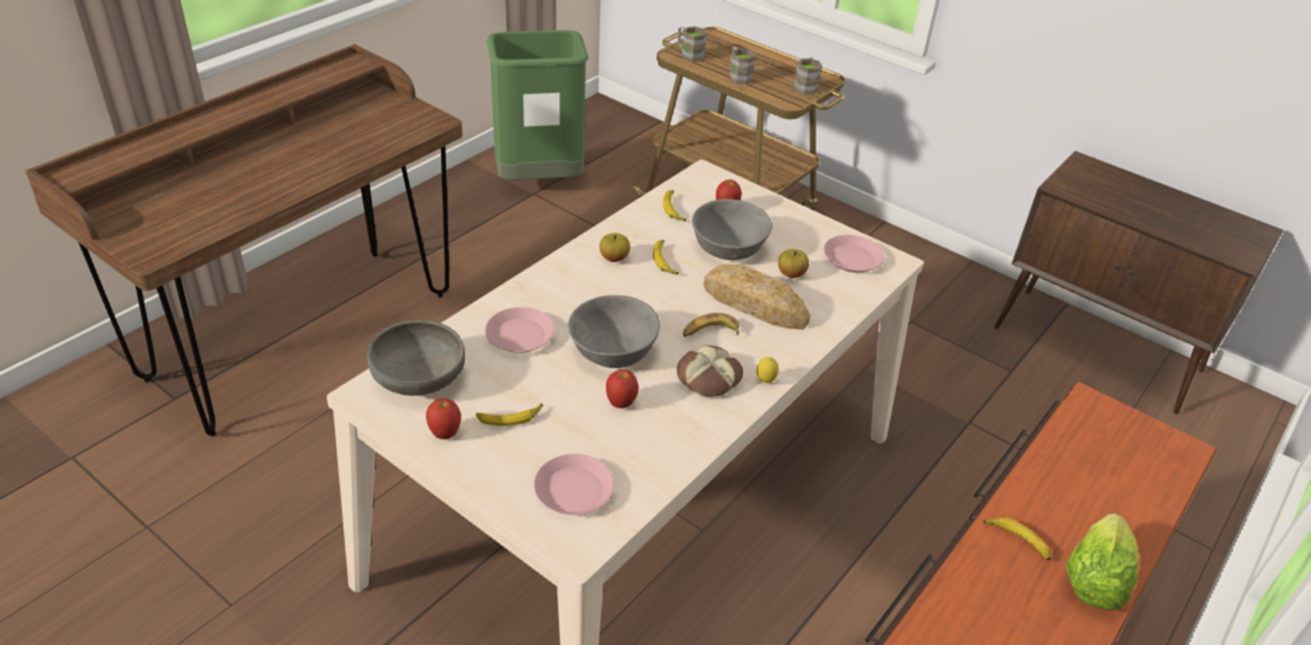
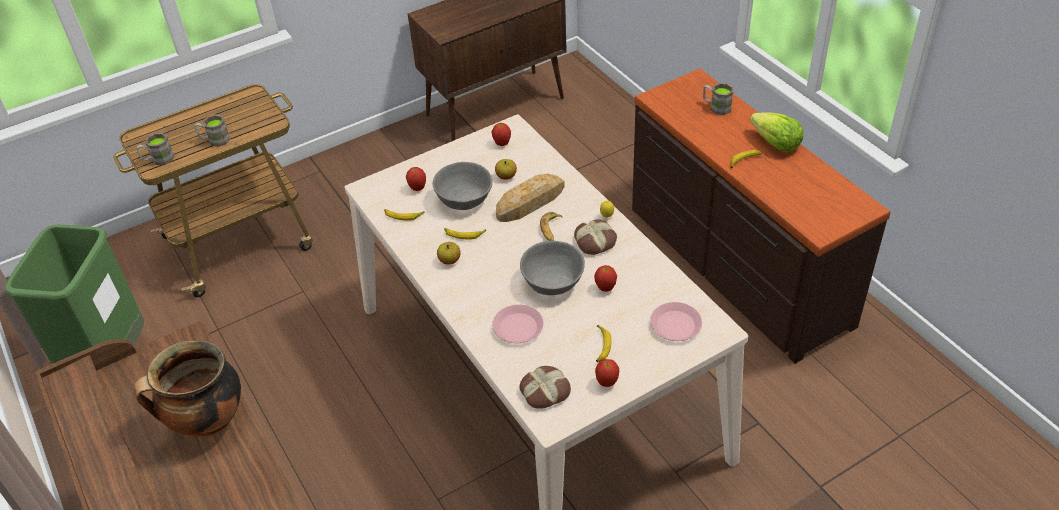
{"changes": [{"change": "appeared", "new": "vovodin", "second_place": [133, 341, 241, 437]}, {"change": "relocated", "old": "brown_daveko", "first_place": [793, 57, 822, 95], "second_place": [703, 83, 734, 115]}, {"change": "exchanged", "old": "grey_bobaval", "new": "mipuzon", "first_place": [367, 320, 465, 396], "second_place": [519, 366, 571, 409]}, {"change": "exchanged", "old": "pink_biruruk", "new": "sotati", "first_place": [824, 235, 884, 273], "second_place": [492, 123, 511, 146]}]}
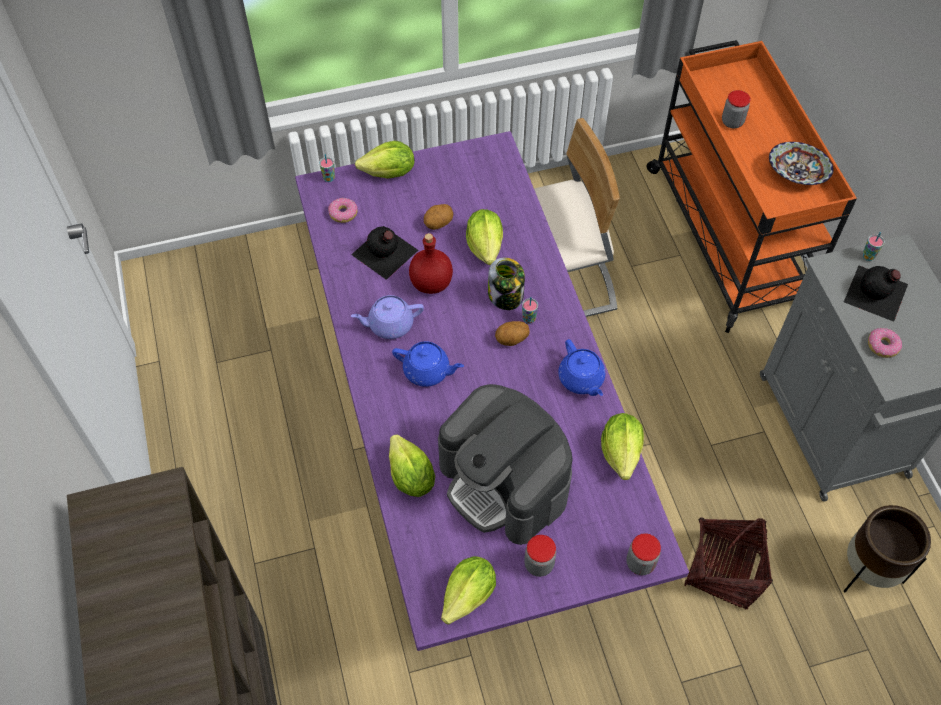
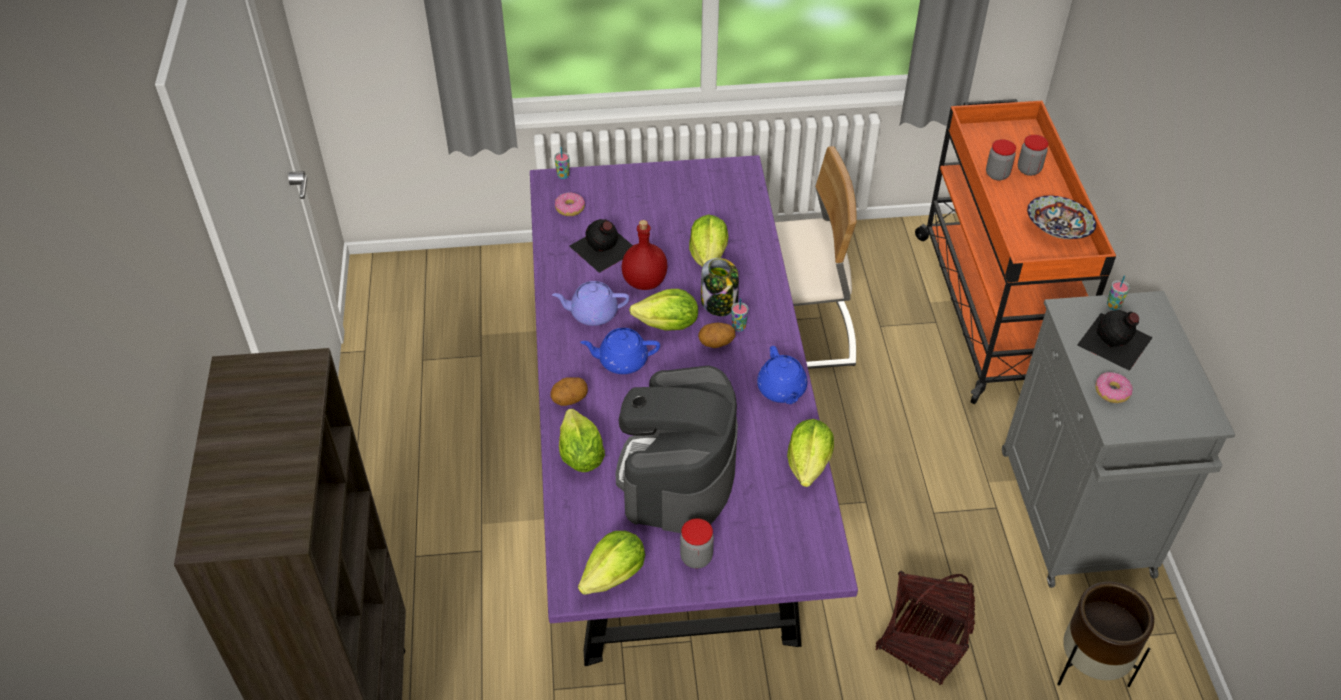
{"changes": [{"change": "relocated", "old": "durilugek", "first_place": [355, 141, 415, 178], "second_place": [629, 289, 698, 330]}, {"change": "relocated", "old": "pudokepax", "first_place": [424, 204, 454, 230], "second_place": [550, 377, 588, 406]}, {"change": "relocated", "old": "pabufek", "first_place": [626, 533, 661, 575], "second_place": [1018, 135, 1048, 176]}, {"change": "spun", "old": "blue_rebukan", "first_place": [392, 341, 464, 387], "second_place": [580, 328, 660, 374], "degrees": 150}, {"change": "spun", "old": "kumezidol", "first_place": [438, 384, 573, 545], "second_place": [615, 365, 738, 533], "degrees": 45}]}
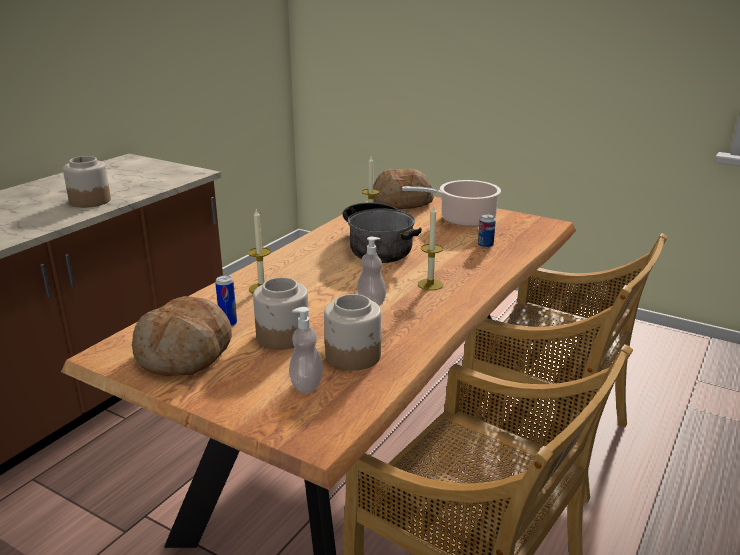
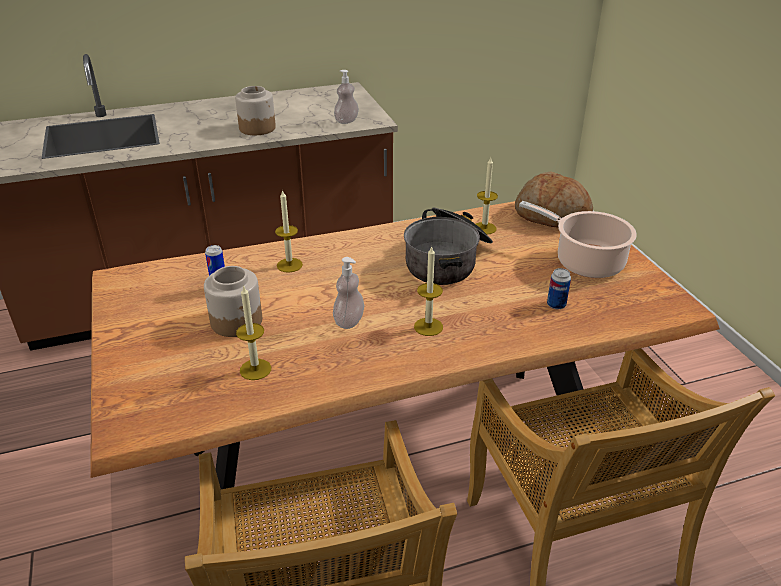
{"changes": [{"change": "missing", "old": "mipuzon", "first_place": [132, 296, 232, 376]}, {"change": "relocated", "old": "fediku", "first_place": [289, 307, 323, 393], "second_place": [334, 70, 359, 124]}, {"change": "exchanged", "old": "pabufek", "new": "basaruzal", "first_place": [324, 294, 381, 371], "second_place": [236, 285, 271, 380]}]}
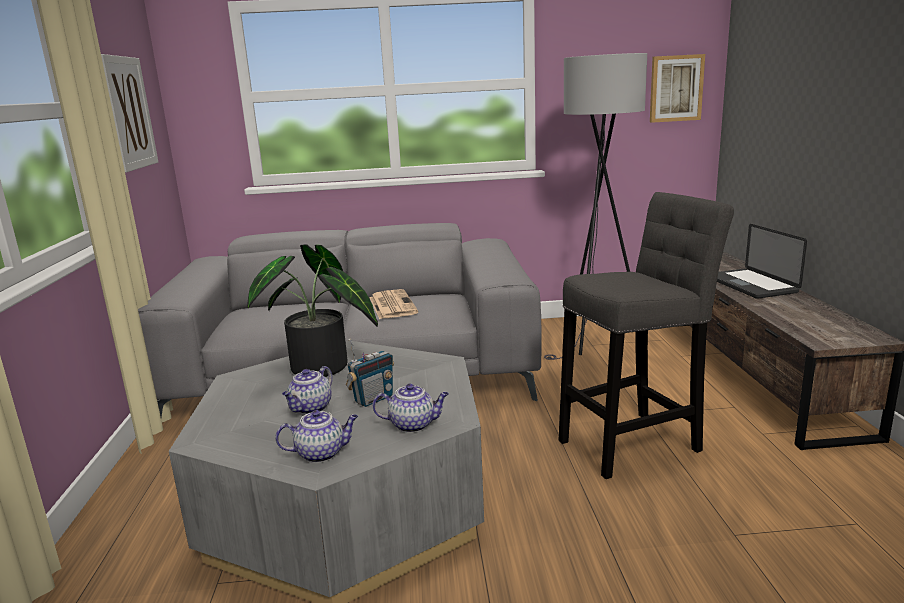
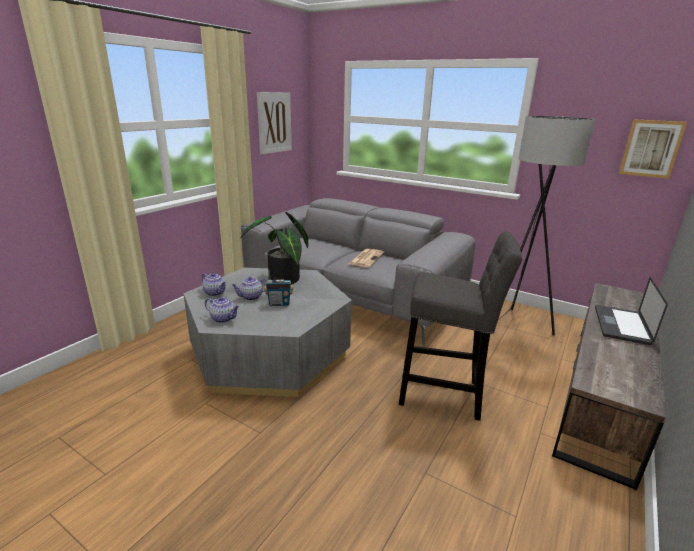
{"changes": [{"change": "relocated", "old": "rebukan", "first_place": [373, 384, 449, 433], "second_place": [202, 273, 226, 296]}]}
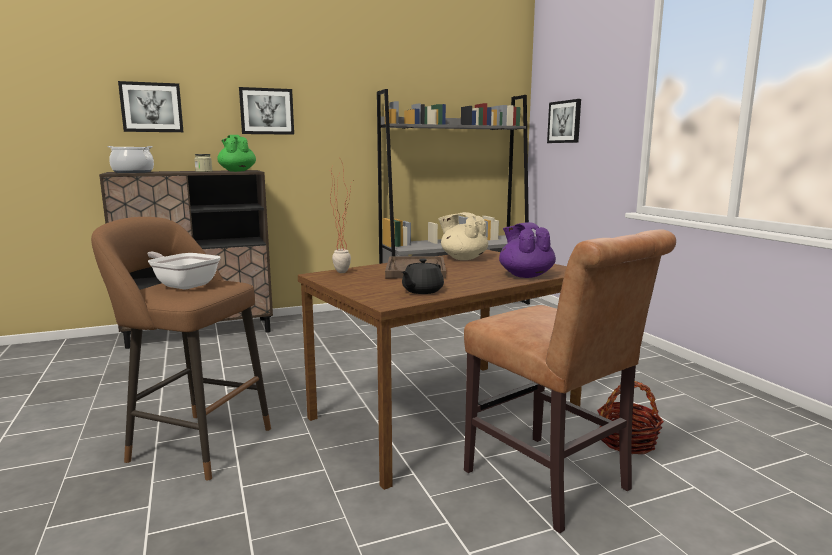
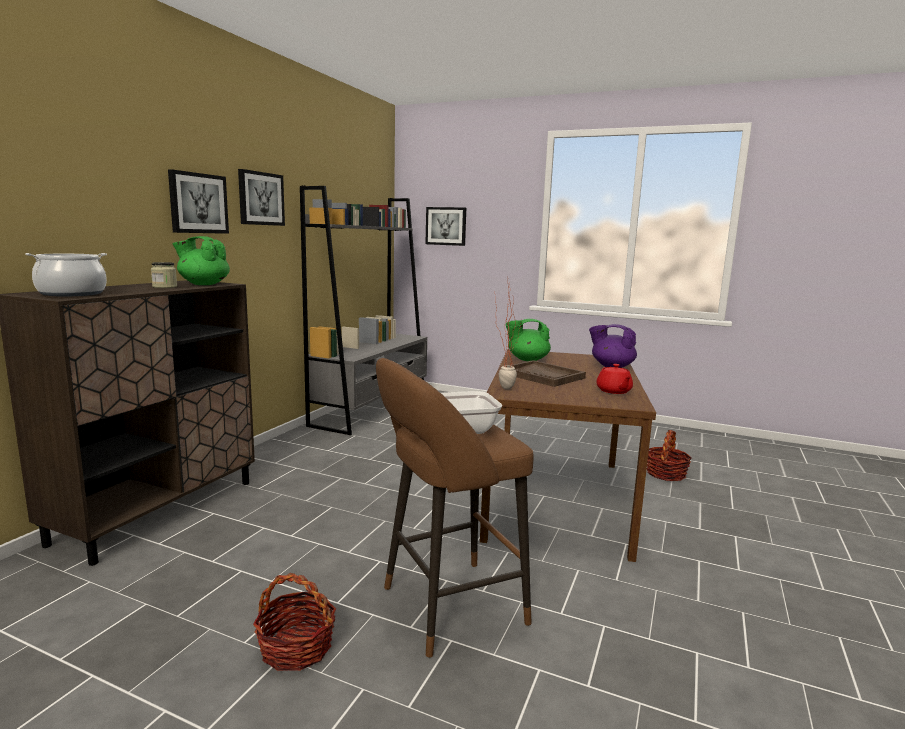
{"changes": [{"change": "missing", "old": "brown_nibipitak", "first_place": [464, 229, 676, 533]}, {"change": "appeared", "new": "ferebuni", "second_place": [253, 573, 336, 671]}, {"change": "relocated", "old": "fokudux", "first_place": [118, 81, 183, 132], "second_place": [238, 169, 285, 226]}, {"change": "colour", "old": "black_rebukan", "new": "red_rebukan", "first_place": [402, 259, 444, 294], "second_place": [596, 364, 633, 394]}, {"change": "colour", "old": "beige_rebukan", "new": "green_rebukan", "first_place": [438, 212, 488, 260], "second_place": [506, 319, 551, 361]}]}
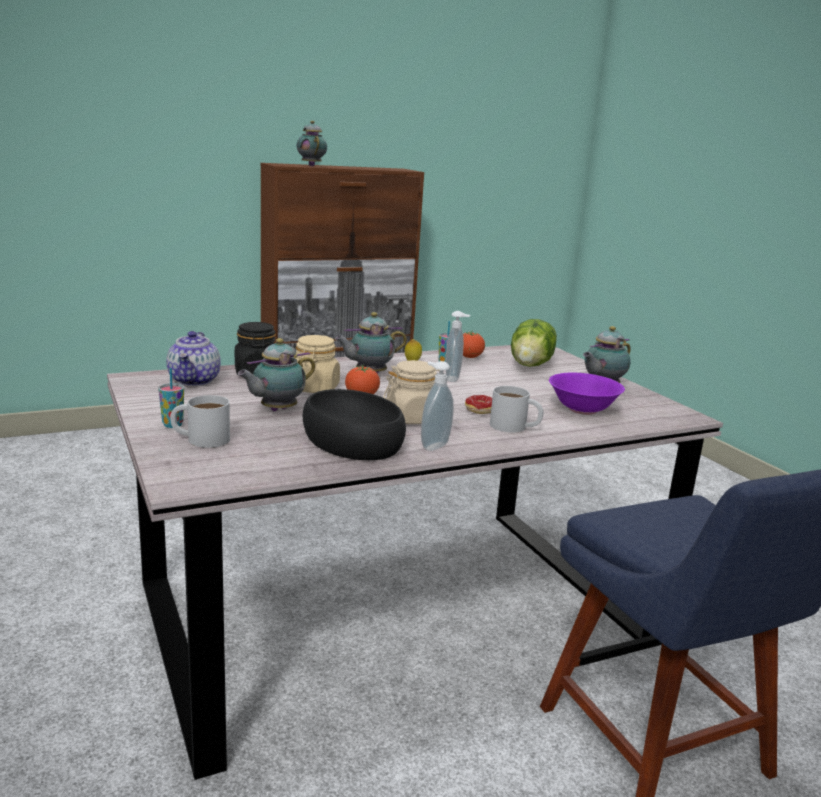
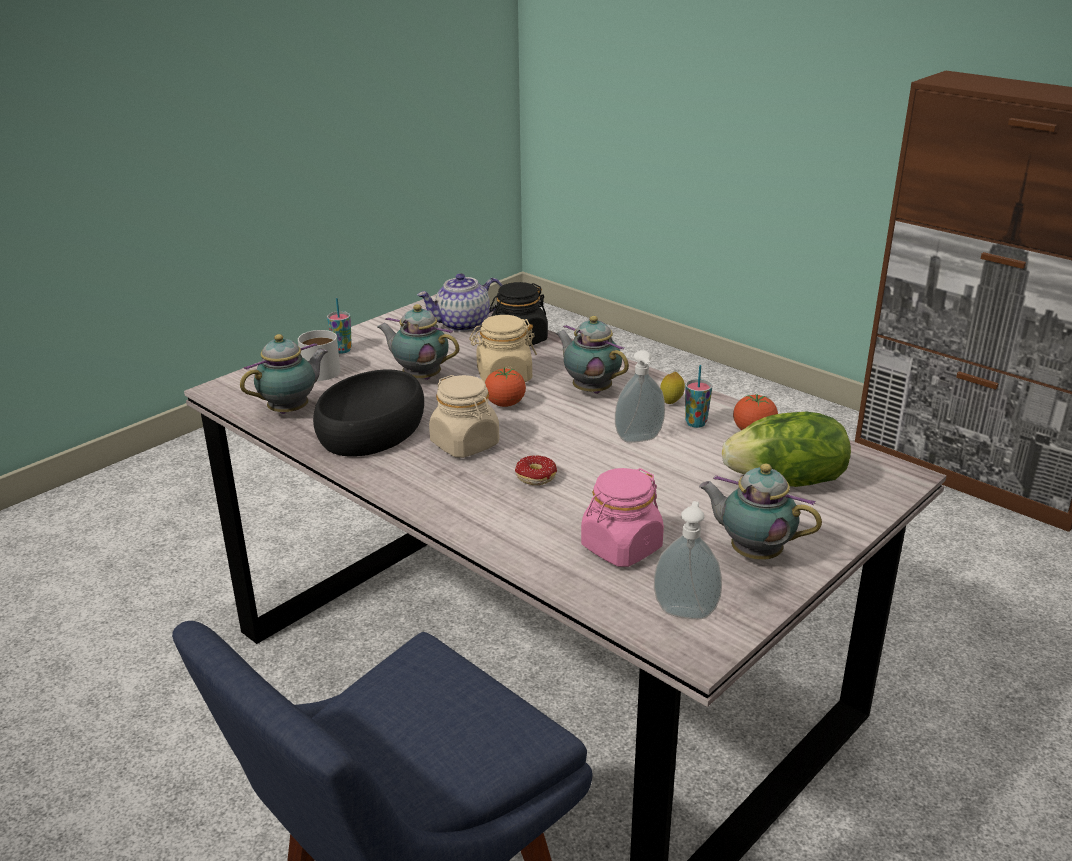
{"changes": [{"change": "missing", "old": "white_daveko", "first_place": [490, 386, 543, 433]}, {"change": "relocated", "old": "rebukan", "first_place": [297, 121, 327, 166], "second_place": [240, 334, 328, 414]}, {"change": "relocated", "old": "fediku", "first_place": [421, 361, 454, 451], "second_place": [654, 501, 722, 619]}, {"change": "exchanged", "old": "purple_bobaval", "new": "pink_pabufek", "first_place": [549, 373, 625, 415], "second_place": [581, 468, 664, 567]}]}
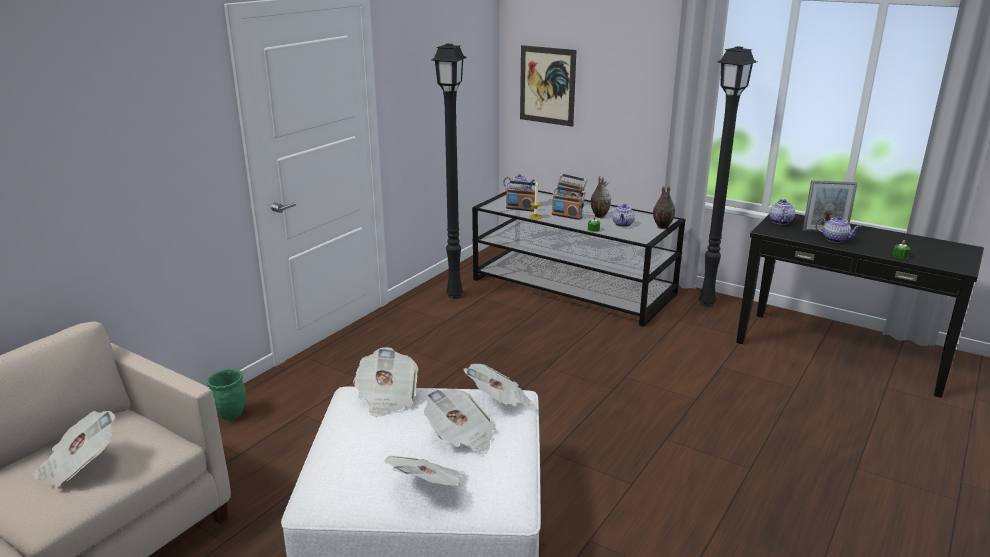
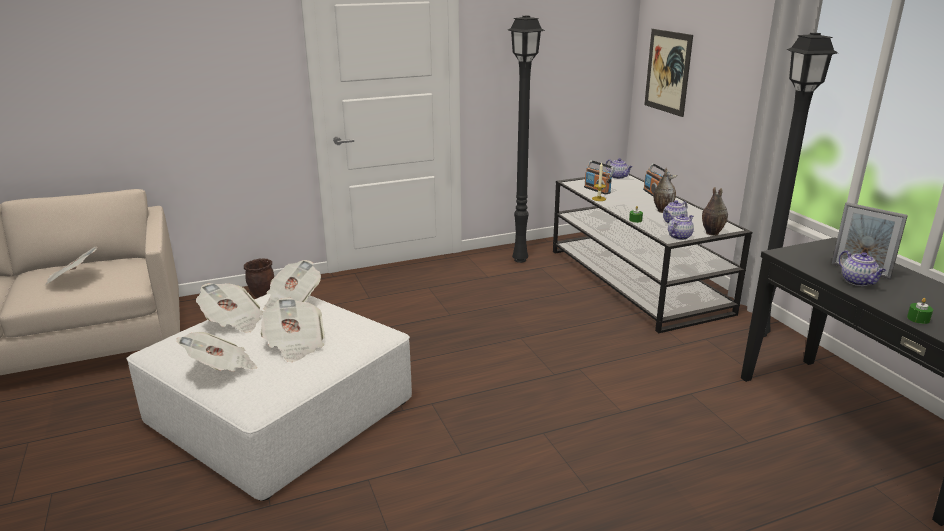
{"changes": [{"change": "missing", "old": "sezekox", "first_place": [552, 186, 586, 220]}, {"change": "relocated", "old": "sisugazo", "first_place": [463, 364, 534, 407], "second_place": [196, 283, 264, 333]}, {"change": "relocated", "old": "rebukan", "first_place": [769, 199, 795, 225], "second_place": [668, 214, 694, 240]}, {"change": "colour", "old": "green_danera", "new": "brown_danera", "first_place": [207, 368, 246, 420], "second_place": [244, 258, 274, 298]}]}
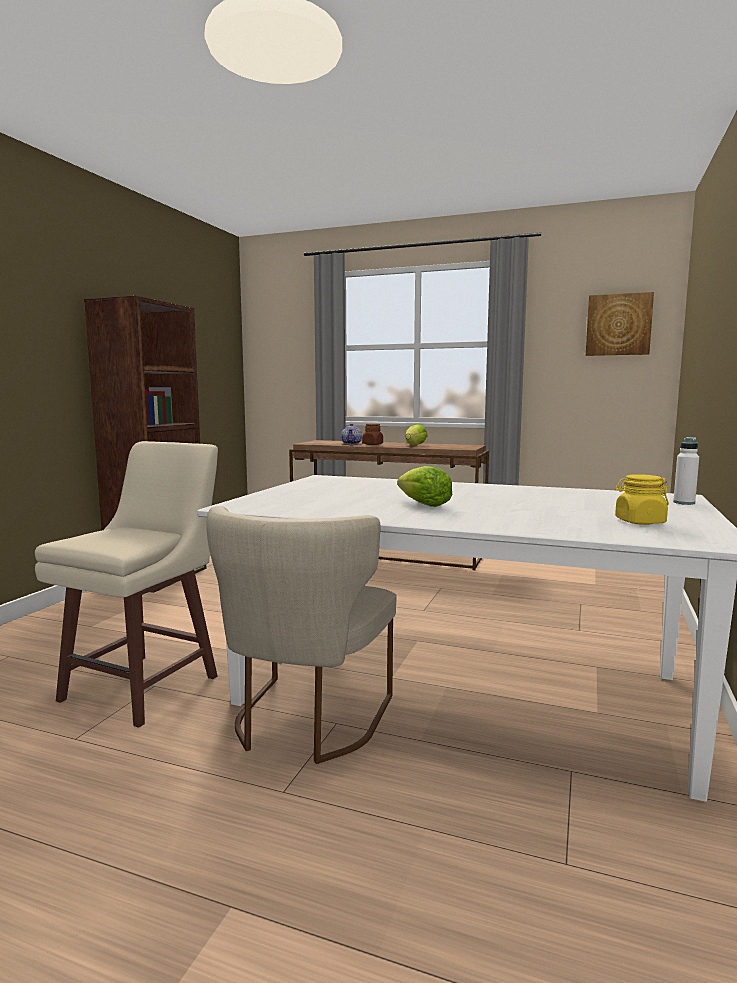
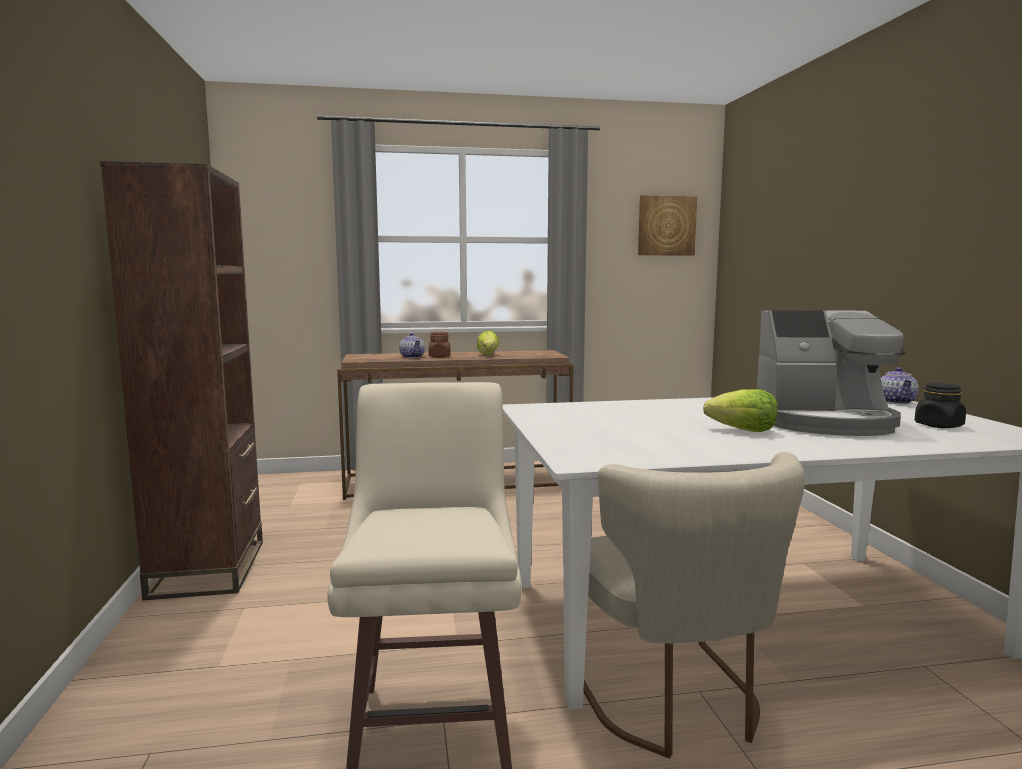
{"changes": [{"change": "appeared", "new": "kumezidol", "second_place": [757, 310, 906, 436]}, {"change": "exchanged", "old": "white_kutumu", "new": "rebukan", "first_place": [673, 437, 699, 505], "second_place": [880, 367, 919, 404]}, {"change": "colour", "old": "yellow_pabufek", "new": "black_pabufek", "first_place": [615, 474, 669, 525], "second_place": [914, 383, 966, 428]}]}
